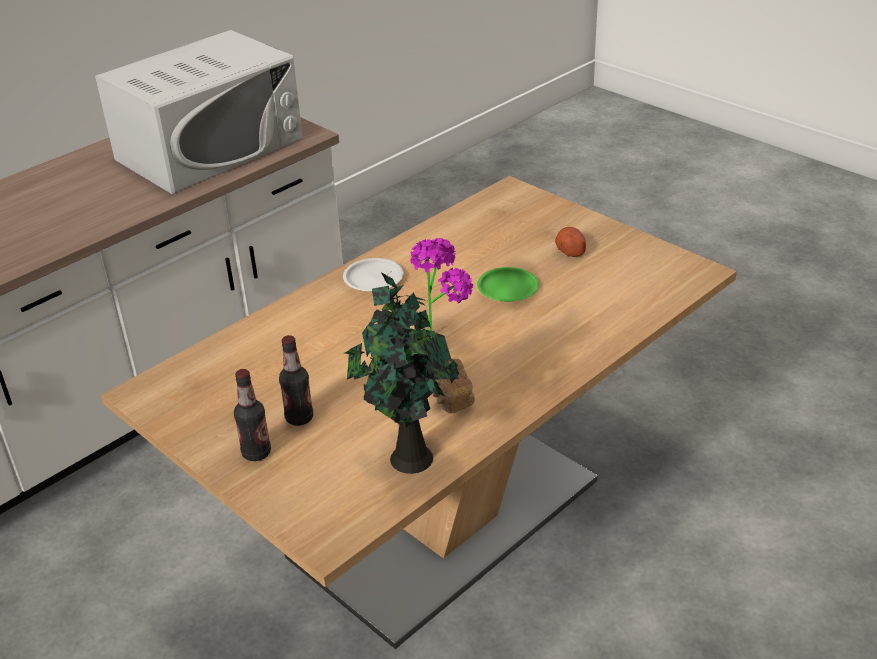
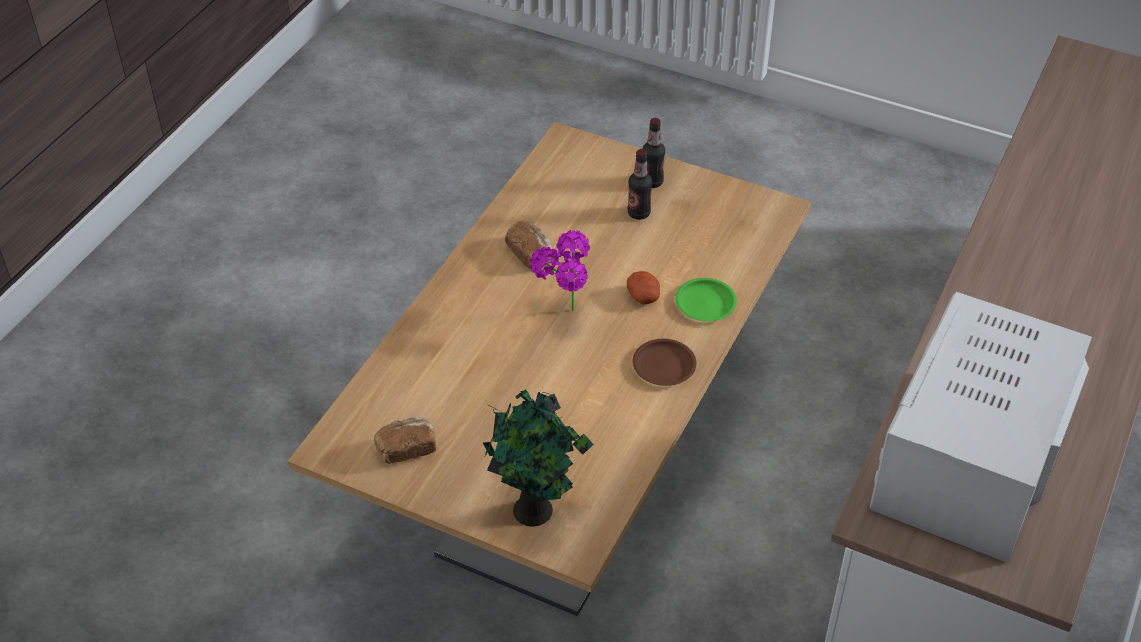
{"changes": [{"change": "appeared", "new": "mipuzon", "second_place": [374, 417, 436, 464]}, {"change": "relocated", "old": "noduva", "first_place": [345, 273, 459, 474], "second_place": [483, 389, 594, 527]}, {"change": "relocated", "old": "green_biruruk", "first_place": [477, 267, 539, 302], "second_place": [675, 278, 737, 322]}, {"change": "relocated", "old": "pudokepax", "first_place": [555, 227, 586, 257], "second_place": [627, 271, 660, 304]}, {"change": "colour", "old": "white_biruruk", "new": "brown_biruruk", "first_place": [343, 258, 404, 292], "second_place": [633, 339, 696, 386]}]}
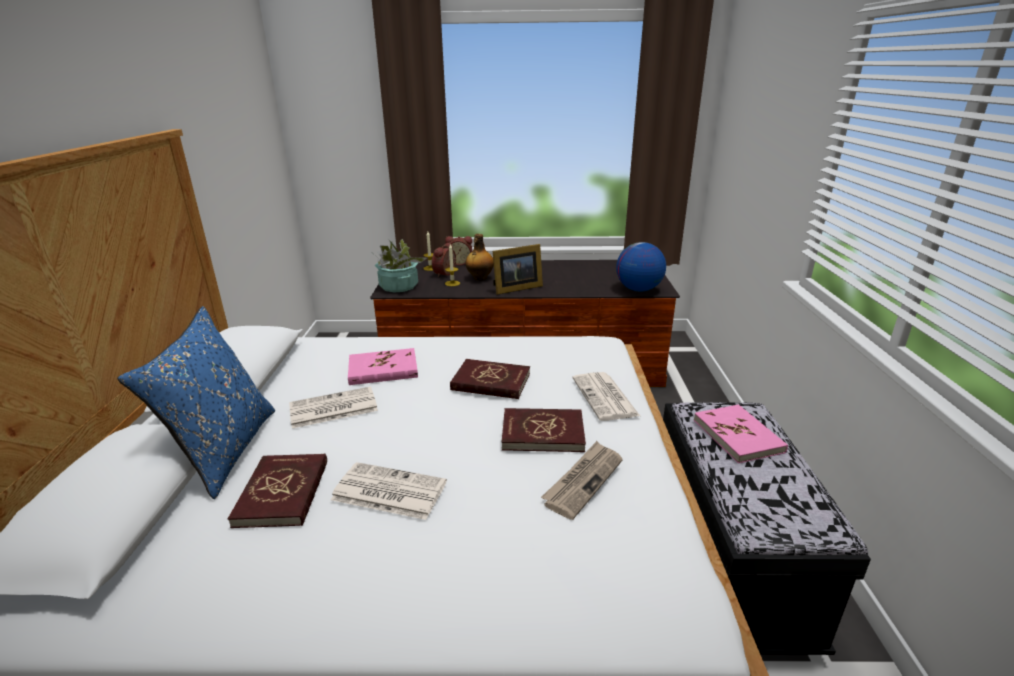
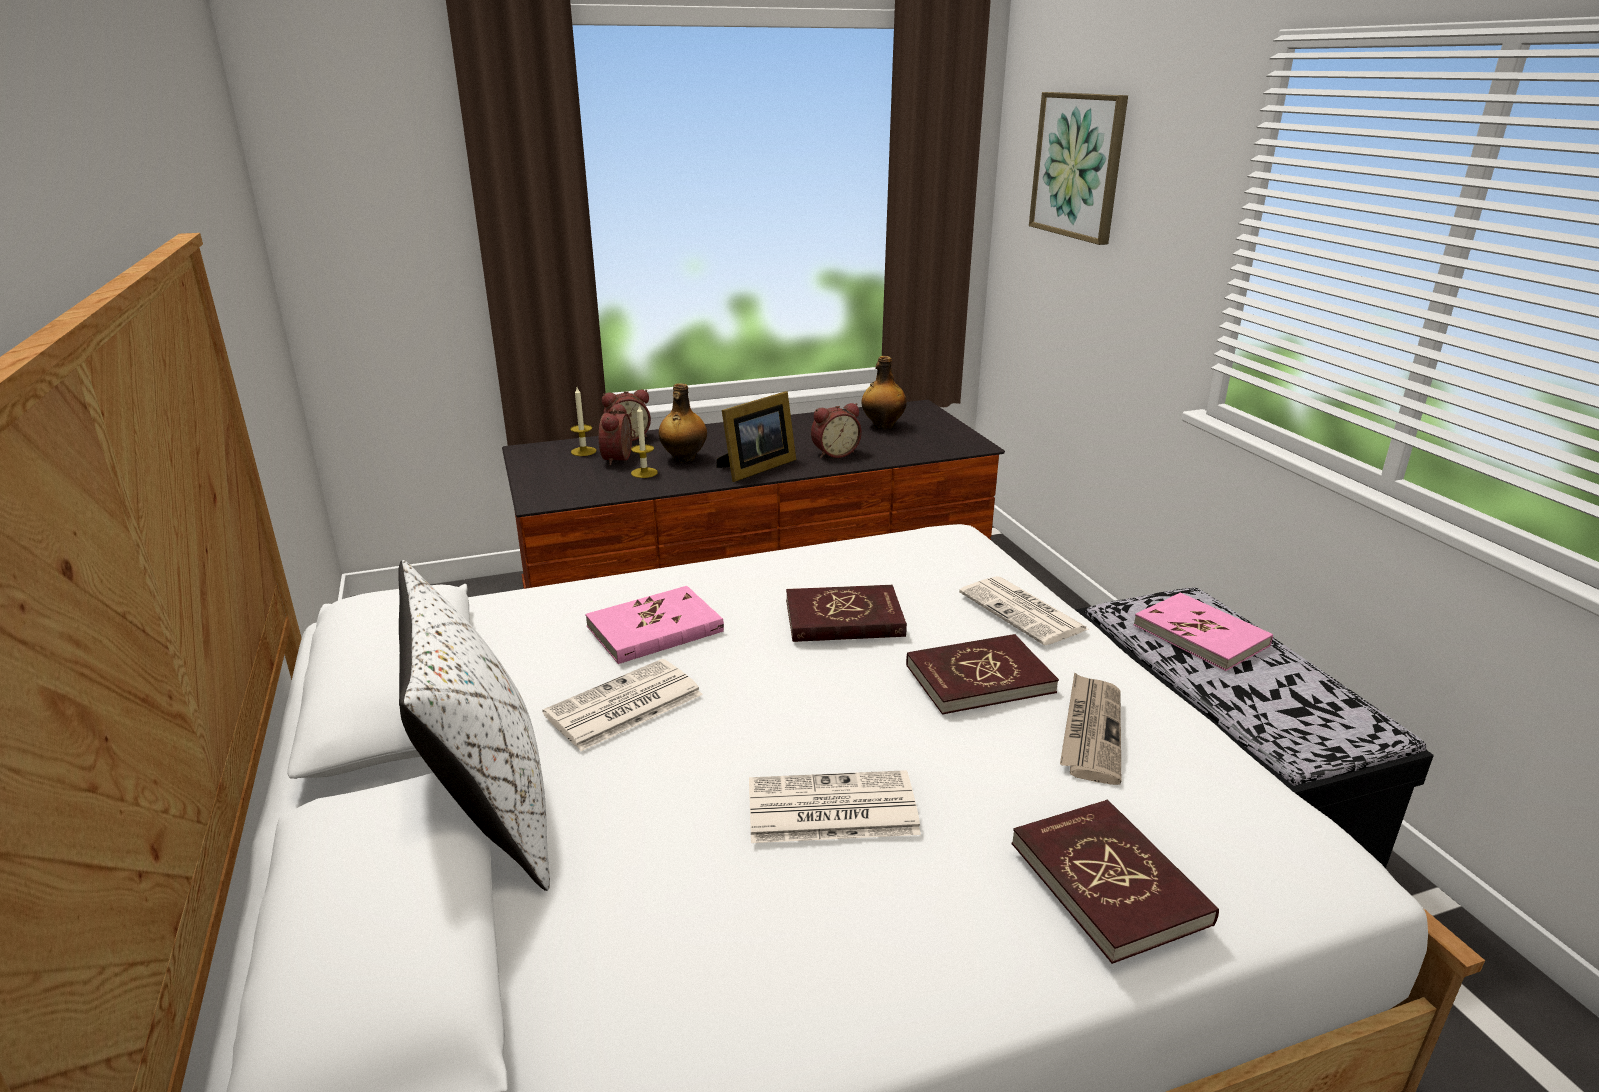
{"changes": [{"change": "missing", "old": "noduva", "first_place": [374, 239, 427, 293]}, {"change": "missing", "old": "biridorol", "first_place": [616, 242, 666, 291]}, {"change": "appeared", "new": "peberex", "second_place": [811, 403, 862, 458]}, {"change": "appeared", "new": "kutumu", "second_place": [861, 356, 907, 429]}, {"change": "appeared", "new": "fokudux", "second_place": [1029, 92, 1128, 245]}, {"change": "relocated", "old": "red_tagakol", "first_place": [228, 454, 327, 528], "second_place": [1012, 800, 1219, 964]}, {"change": "colour", "old": "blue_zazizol", "new": "white_zazizol", "first_place": [117, 306, 275, 499], "second_place": [398, 560, 550, 891]}]}
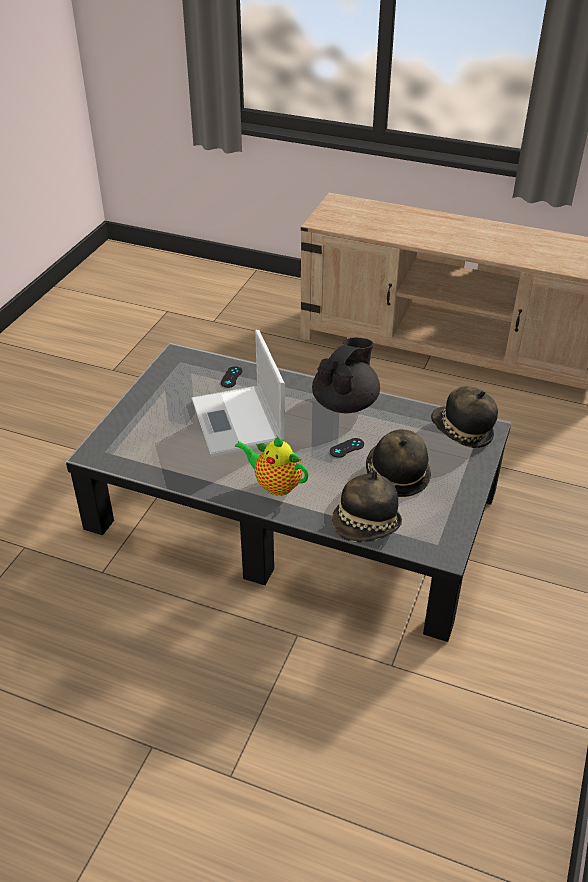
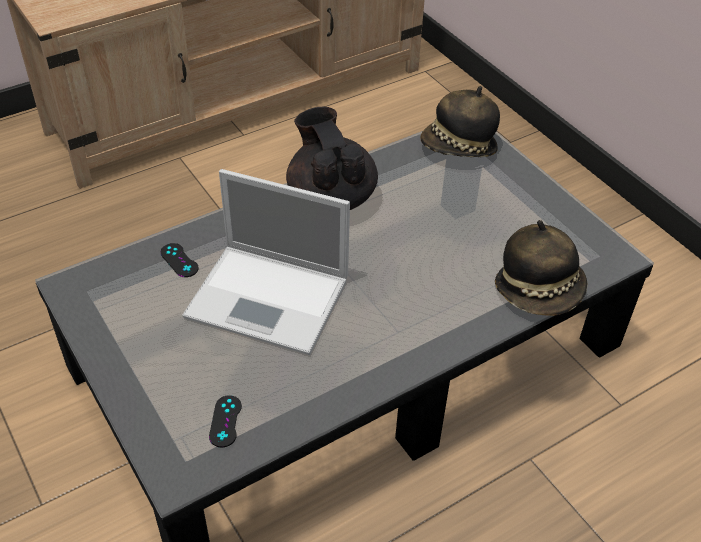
{"changes": [{"change": "missing", "old": "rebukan", "first_place": [235, 436, 309, 496]}, {"change": "missing", "old": "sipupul", "first_place": [366, 429, 431, 497]}, {"change": "relocated", "old": "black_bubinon", "first_place": [330, 438, 364, 458], "second_place": [209, 395, 242, 448]}]}
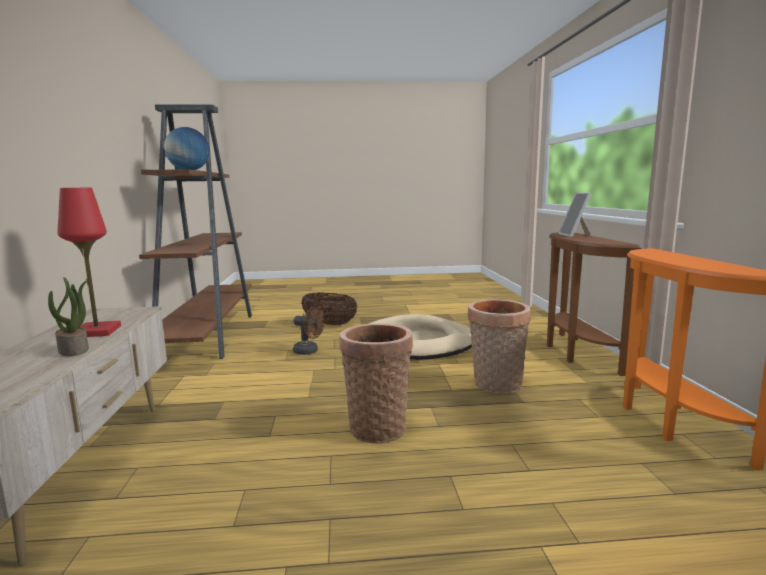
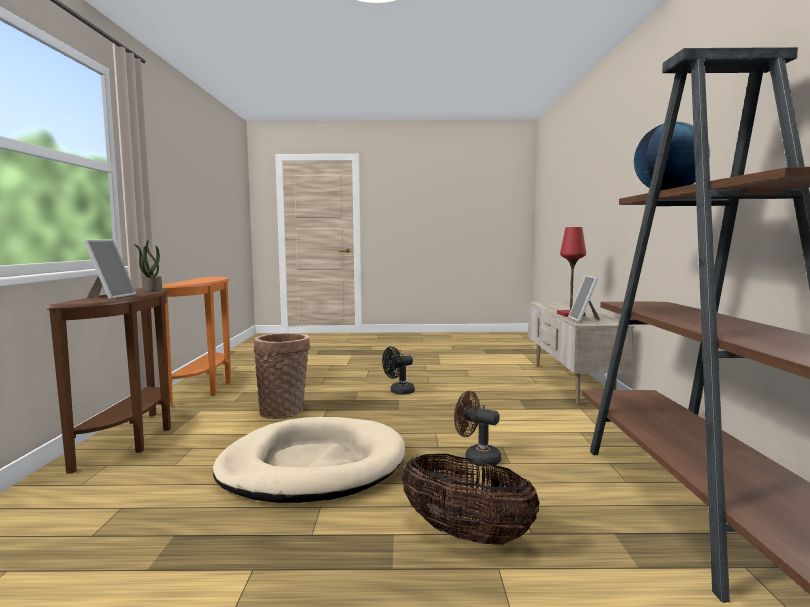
{"changes": [{"change": "appeared", "new": "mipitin", "second_place": [568, 275, 601, 322]}, {"change": "relocated", "old": "noduva", "first_place": [48, 277, 89, 356], "second_place": [134, 240, 162, 292]}, {"change": "exchanged", "old": "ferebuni", "new": "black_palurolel", "first_place": [339, 323, 413, 444], "second_place": [382, 346, 415, 395]}]}
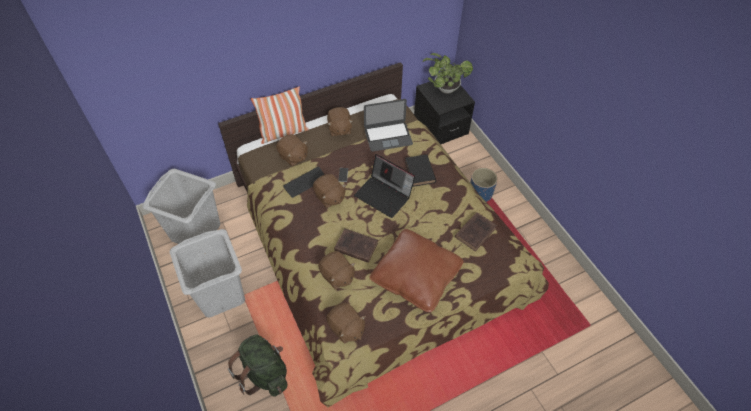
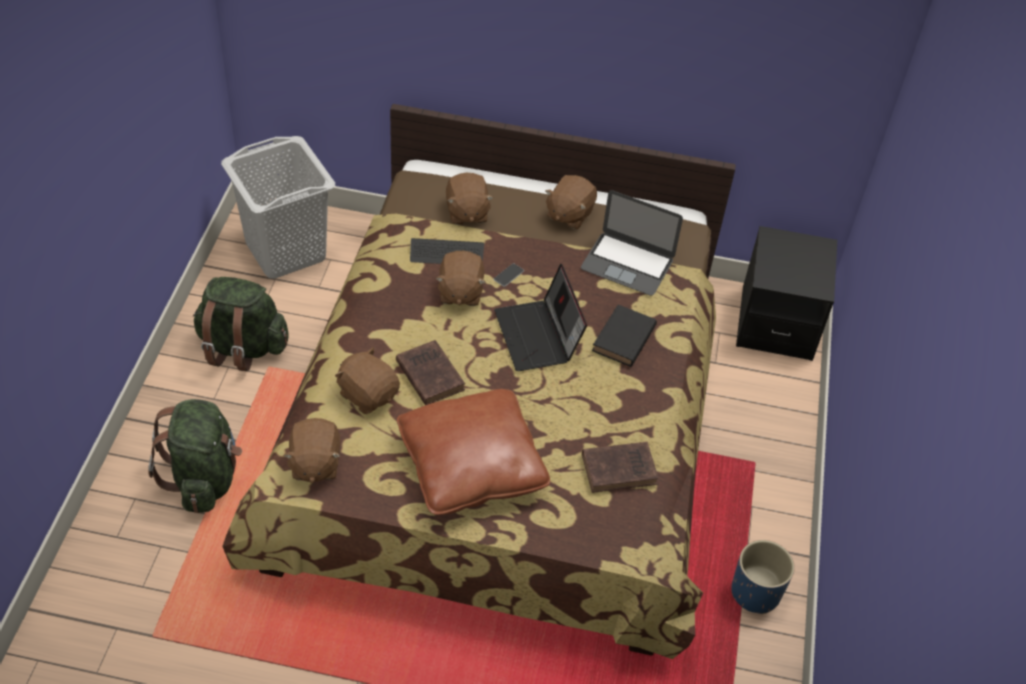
{"changes": [{"change": "missing", "old": "zazizol", "first_place": [251, 87, 309, 144]}, {"change": "missing", "old": "noduva", "first_place": [422, 53, 473, 94]}, {"change": "relocated", "old": "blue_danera", "first_place": [470, 168, 498, 202], "second_place": [731, 540, 795, 614]}, {"change": "exchanged", "old": "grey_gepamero", "new": "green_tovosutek", "first_place": [170, 229, 245, 317], "second_place": [193, 277, 289, 371]}, {"change": "spun", "old": "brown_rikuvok", "first_place": [318, 251, 355, 290], "second_place": [335, 347, 400, 414], "degrees": 135}]}
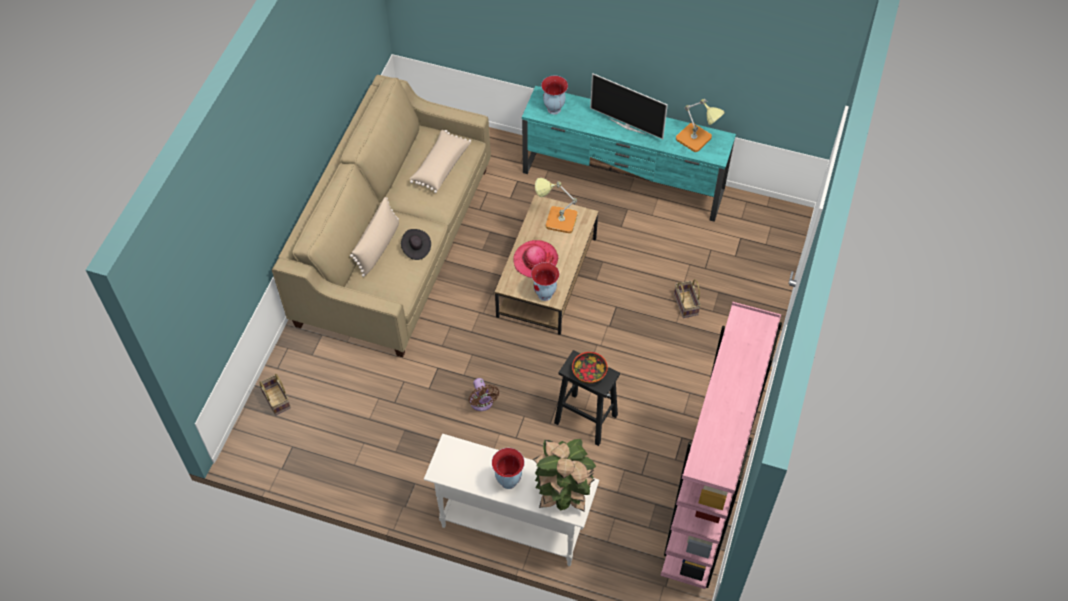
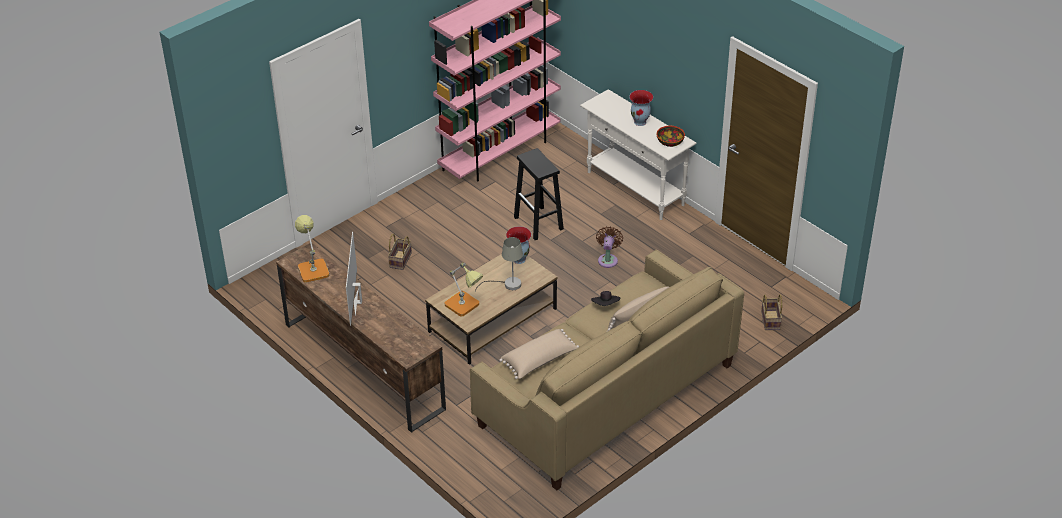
{"changes": [{"change": "missing", "old": "noduva", "first_place": [533, 439, 596, 512]}, {"change": "missing", "old": "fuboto", "first_place": [541, 76, 568, 114]}, {"change": "relocated", "old": "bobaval", "first_place": [572, 352, 608, 384], "second_place": [657, 126, 685, 147]}, {"change": "exchanged", "old": "sipupul", "new": "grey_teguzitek", "first_place": [513, 240, 559, 278], "second_place": [475, 237, 523, 291]}, {"change": "colour", "old": "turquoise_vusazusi", "new": "brown_vusazusi", "first_place": [522, 86, 736, 222], "second_place": [276, 243, 446, 433]}, {"change": "spun", "old": "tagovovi", "first_place": [590, 73, 668, 139], "second_place": [346, 232, 362, 326], "degrees": -150}]}
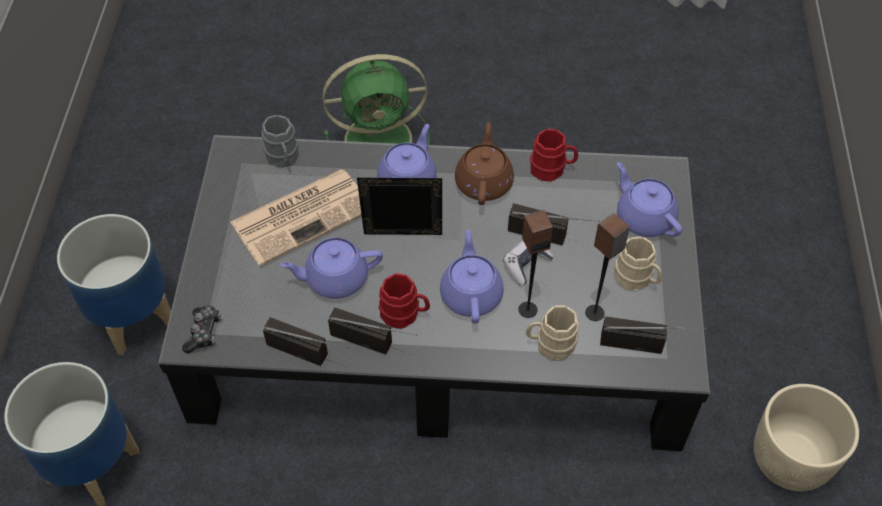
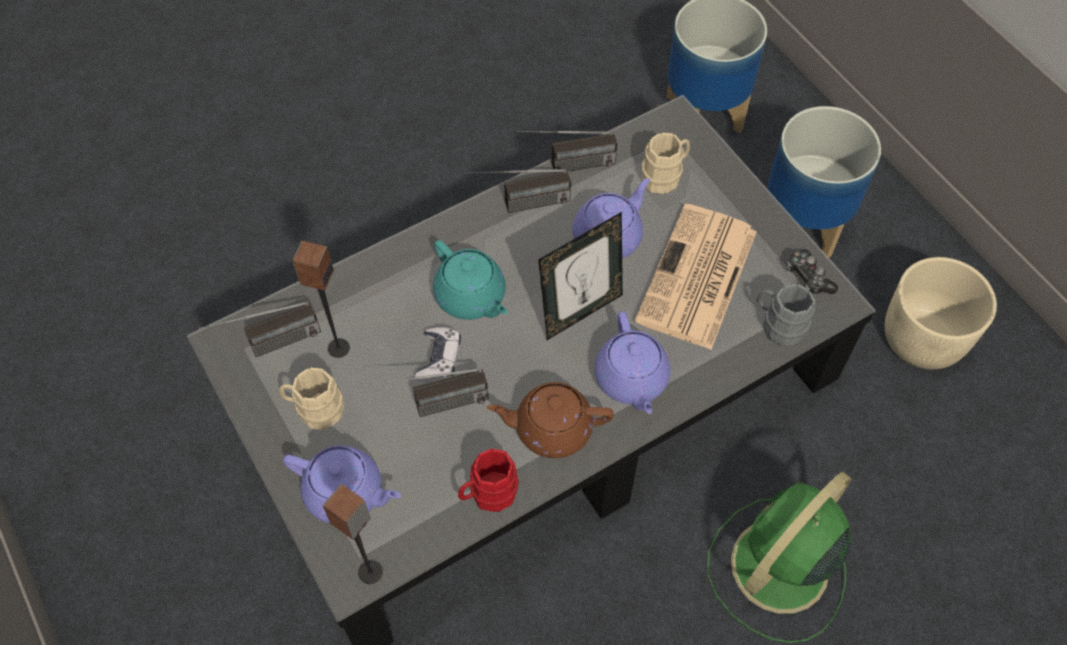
{"changes": [{"change": "missing", "old": "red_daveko", "first_place": [379, 273, 430, 329]}, {"change": "relocated", "old": "bubinon", "first_place": [182, 305, 221, 353], "second_place": [786, 249, 838, 294]}, {"change": "relocated", "old": "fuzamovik", "first_place": [518, 210, 553, 318], "second_place": [323, 484, 383, 584]}, {"change": "relocated", "old": "beige_daveko", "first_place": [526, 305, 579, 361], "second_place": [642, 133, 690, 194]}, {"change": "relocated", "old": "beige_danera", "first_place": [754, 384, 859, 491], "second_place": [885, 257, 997, 370]}, {"change": "colour", "old": "purple_rebukan", "new": "turquoise_rebukan", "first_place": [440, 229, 504, 324], "second_place": [433, 240, 508, 320]}, {"change": "spun", "old": "brown_rebukan", "first_place": [455, 122, 514, 205], "second_place": [487, 382, 614, 458], "degrees": 120}]}
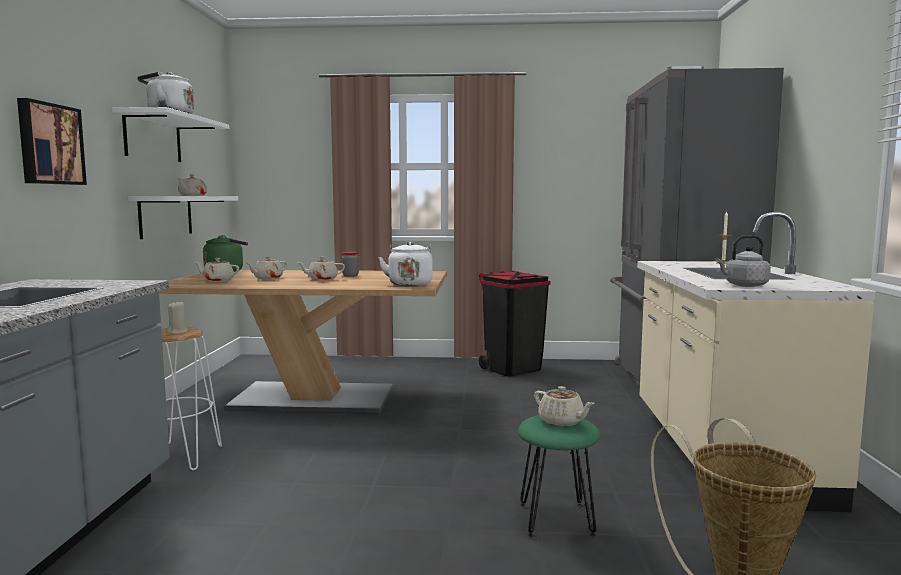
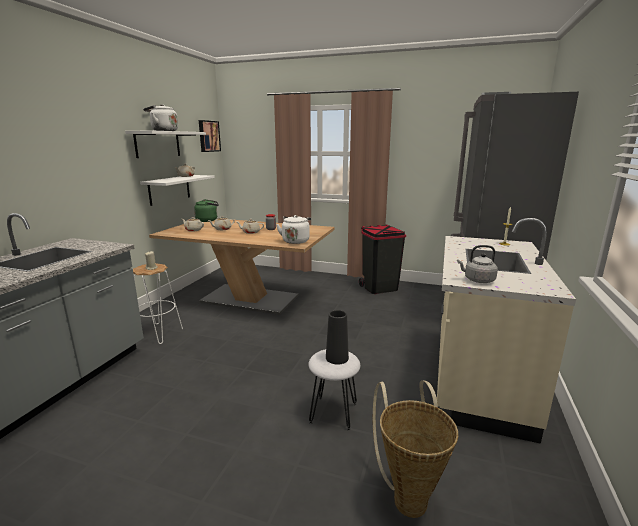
{"changes": [{"change": "relocated", "old": "fokudux", "first_place": [17, 98, 87, 185], "second_place": [199, 120, 221, 152]}, {"change": "exchanged", "old": "beige_rebukan", "new": "black_fuboto", "first_place": [534, 386, 595, 427], "second_place": [326, 310, 349, 364]}, {"change": "colour", "old": "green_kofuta", "new": "white_kofuta", "first_place": [518, 415, 600, 537], "second_place": [308, 349, 360, 431]}]}
